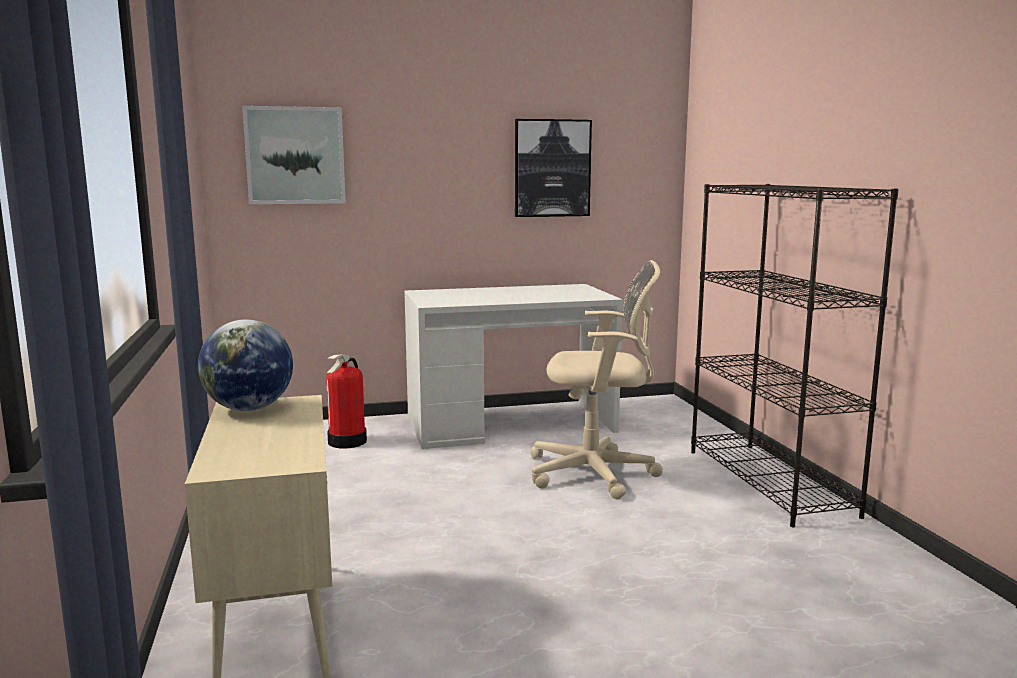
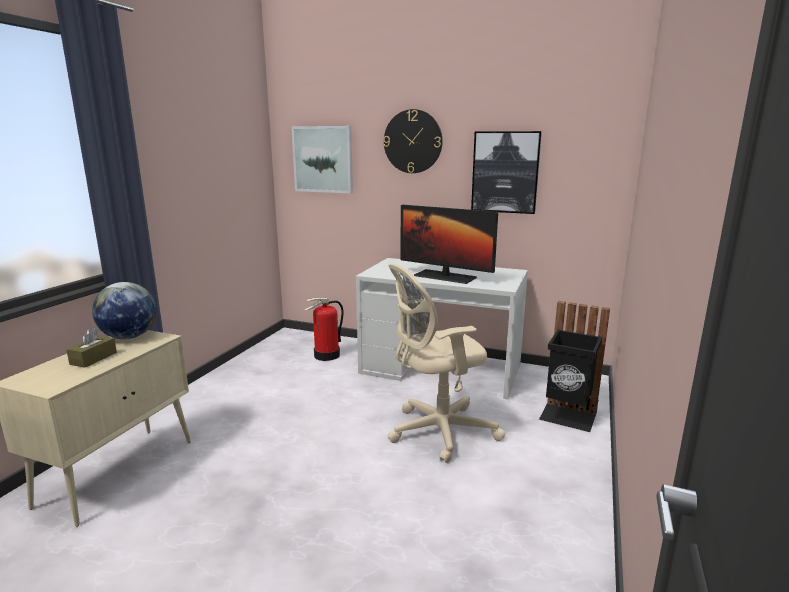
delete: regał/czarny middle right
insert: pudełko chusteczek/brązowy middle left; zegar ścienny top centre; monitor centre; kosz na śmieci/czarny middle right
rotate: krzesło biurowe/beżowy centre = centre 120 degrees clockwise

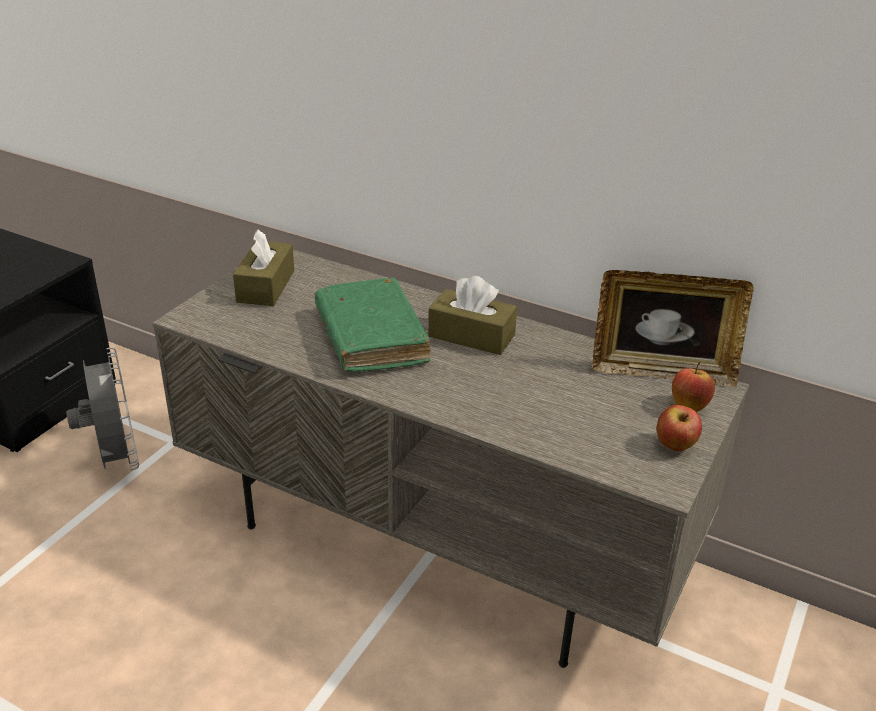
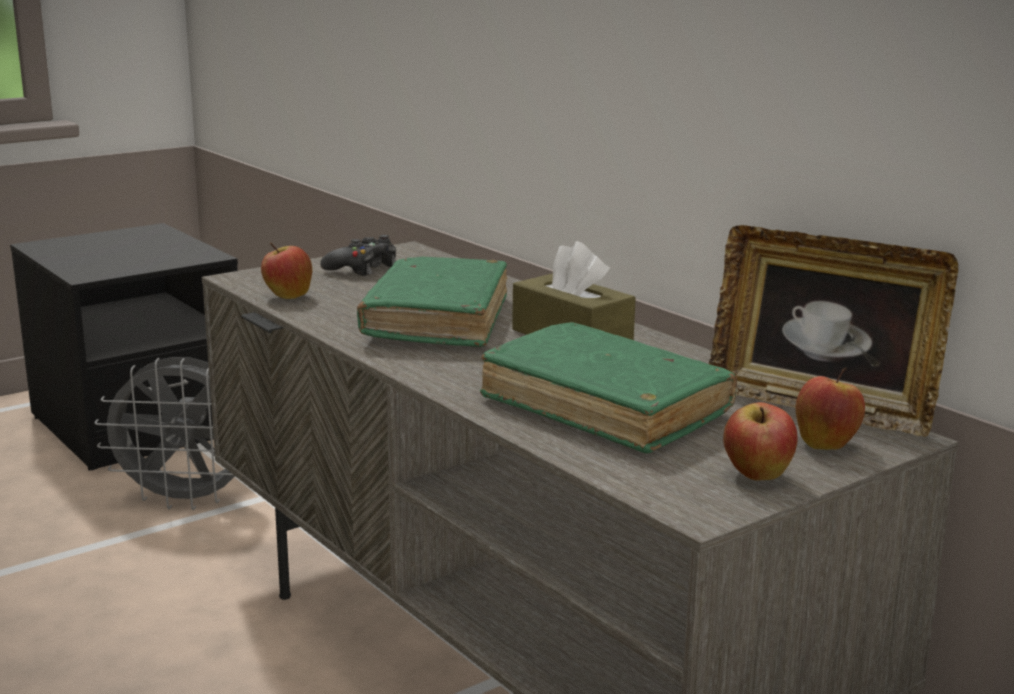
insert: jabłko (1st from left) middle left; książka/zielony (2nd from left) centre
replace: pudełko chusteczek/brązowy (1st from left) middle left to pad do gier/czarny centre
rotate: wentylator/szary middle left = middle left 90 degrees clockwise

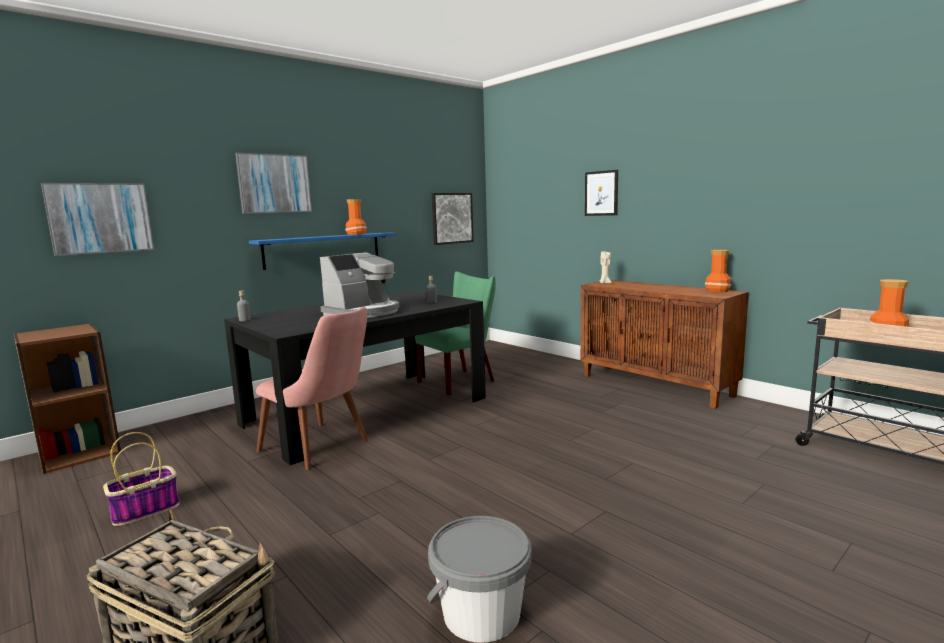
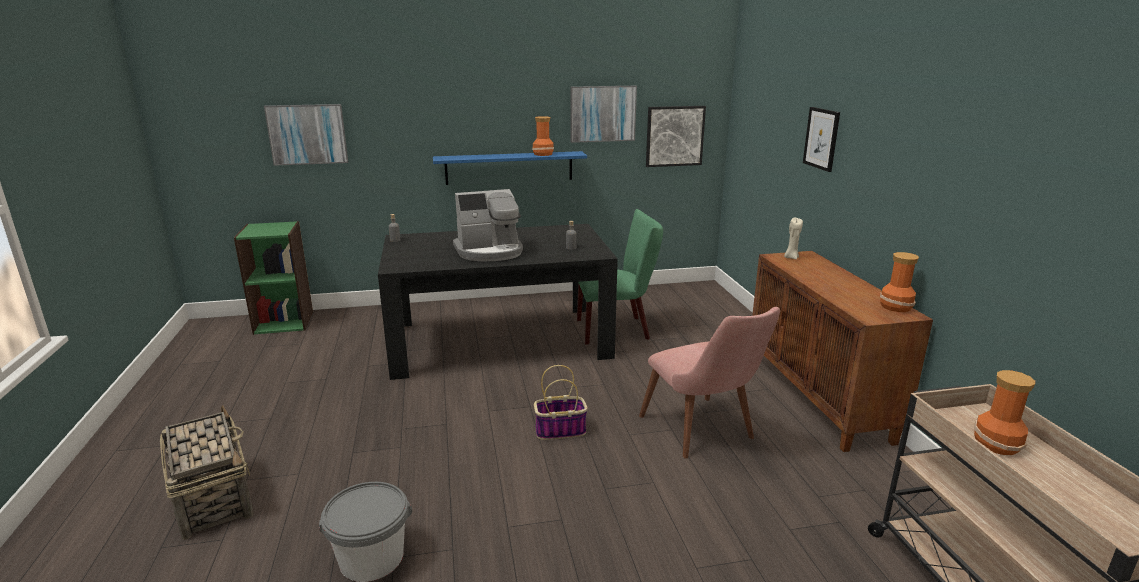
move: koszyk (1st from left in the first image) bottom left to koszyk (2nd from left) bottom centre; obraz (2nd from left) top left to top centre; krzesło/różowy middle left to centre
recolor: regał/brązowy middle left to regał/zielony middle left

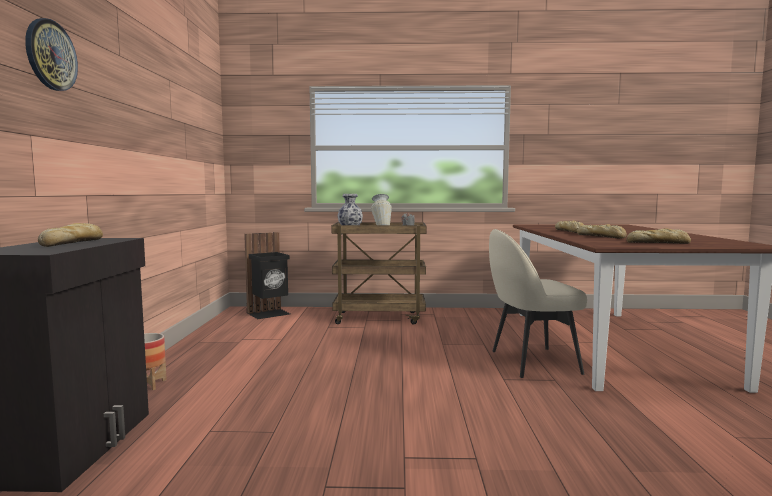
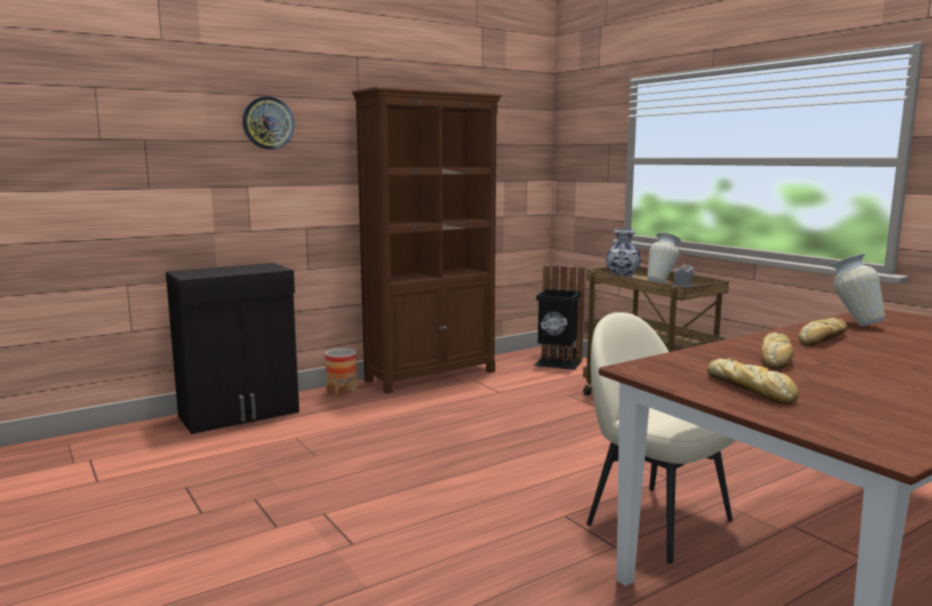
delete: chleb (1st from left) middle left
insert: regał/brązowy centre; wazon (3rd from left) middle right

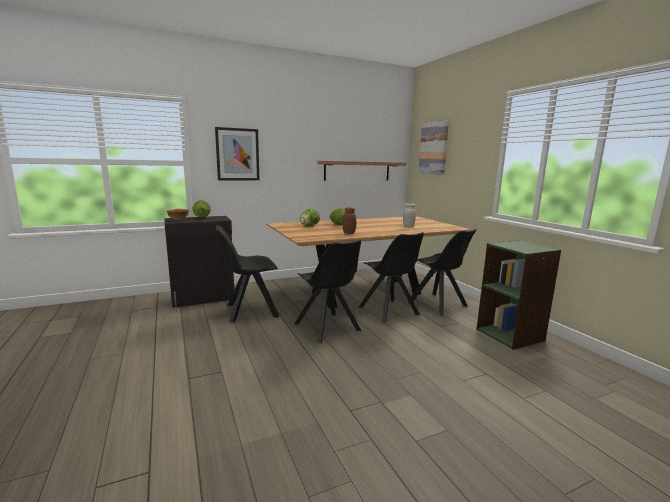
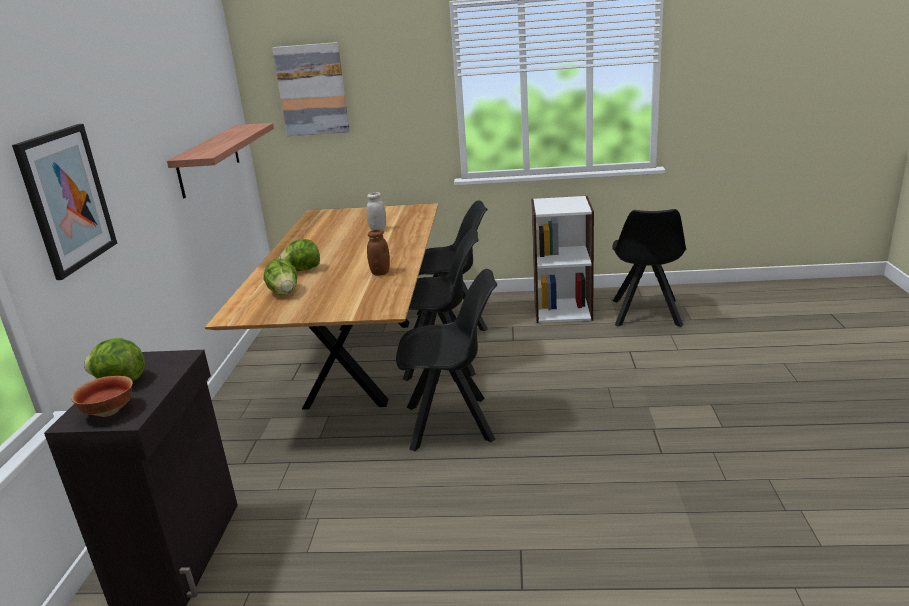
move: krzesło/czarny (1st from left in the first image) centre to krzesło/czarny (4th from left) middle right
recolor: regał/zielony middle right to regał/biały centre

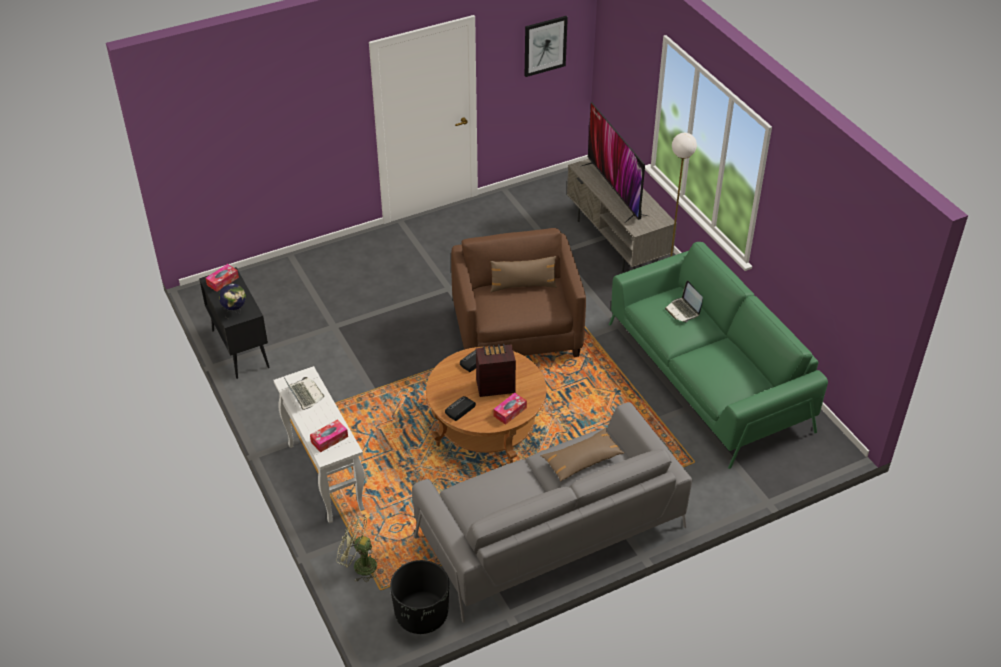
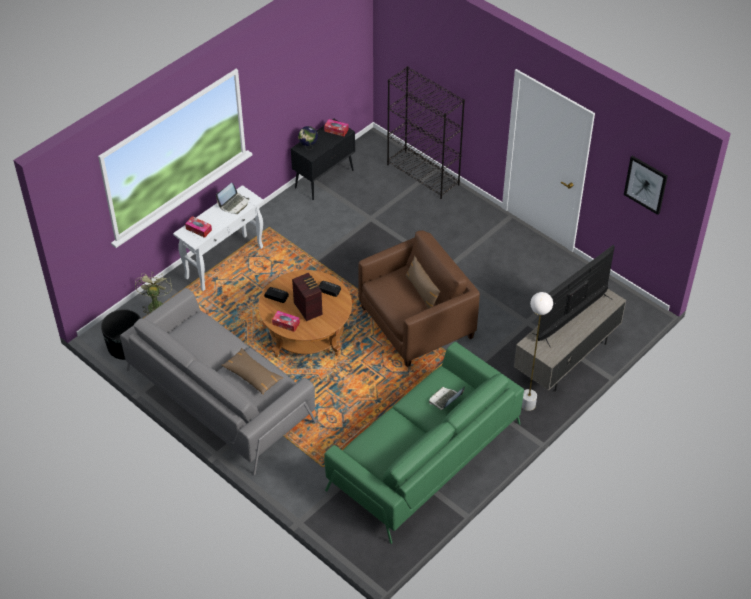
insert: regał/czarny top centre

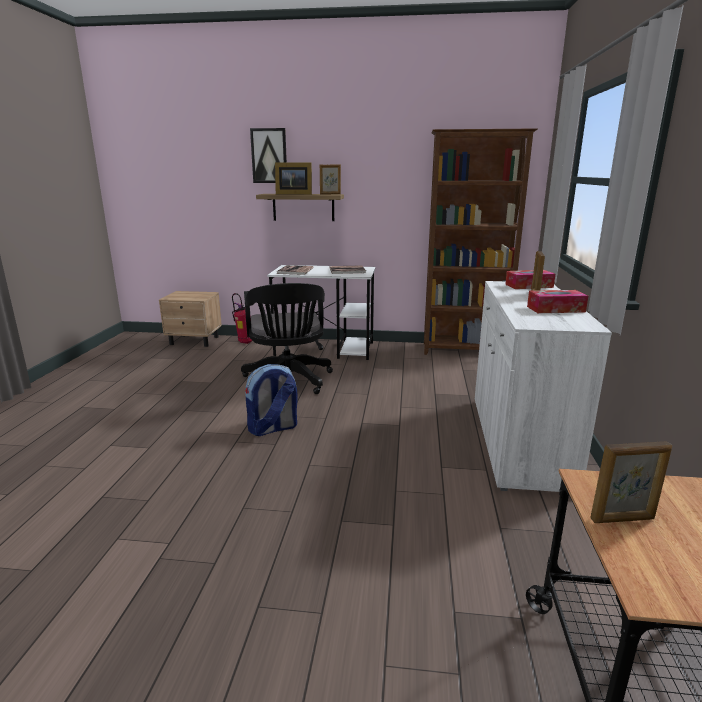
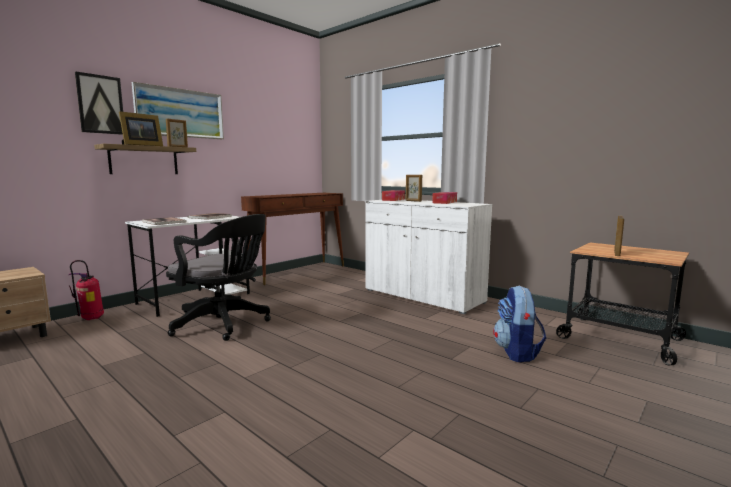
insert: obraz (2nd from left) top left
move: plecak centre to middle right
replace: regał/brązowy middle right to stolik konsolowy/brązowy centre

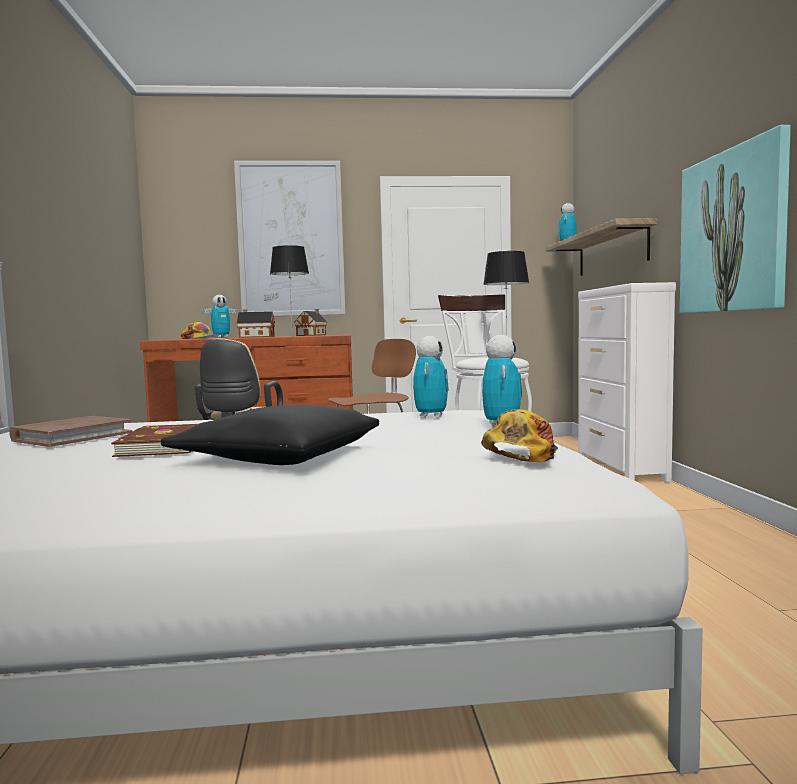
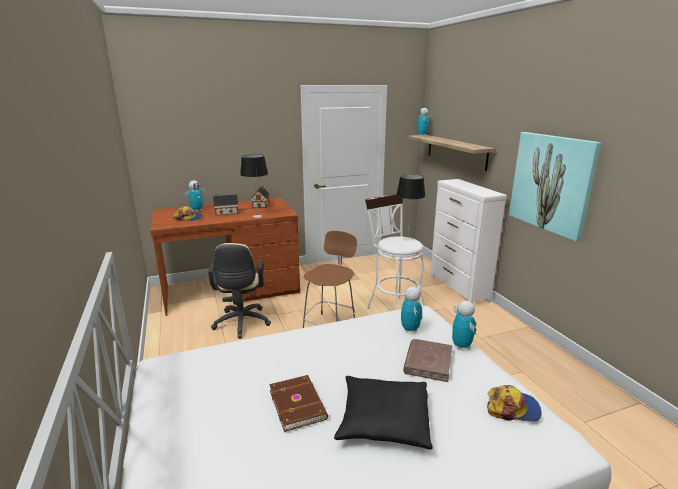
delete: obraz (1st from left) top centre
move: książka/brązowy (1st from left in the first image) middle left to książka/brązowy (2nd from left) bottom centre
rotate: czapka z daszkiem (2nd from left) centre = bottom right 90 degrees clockwise

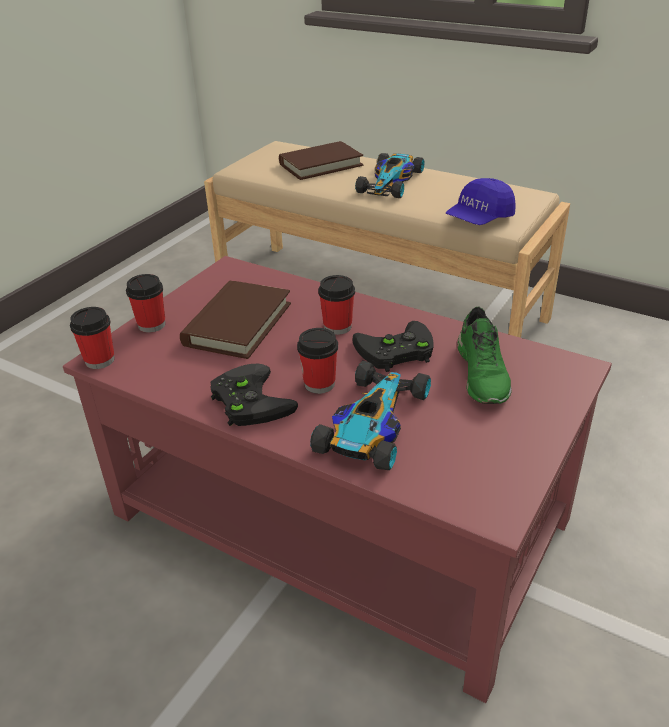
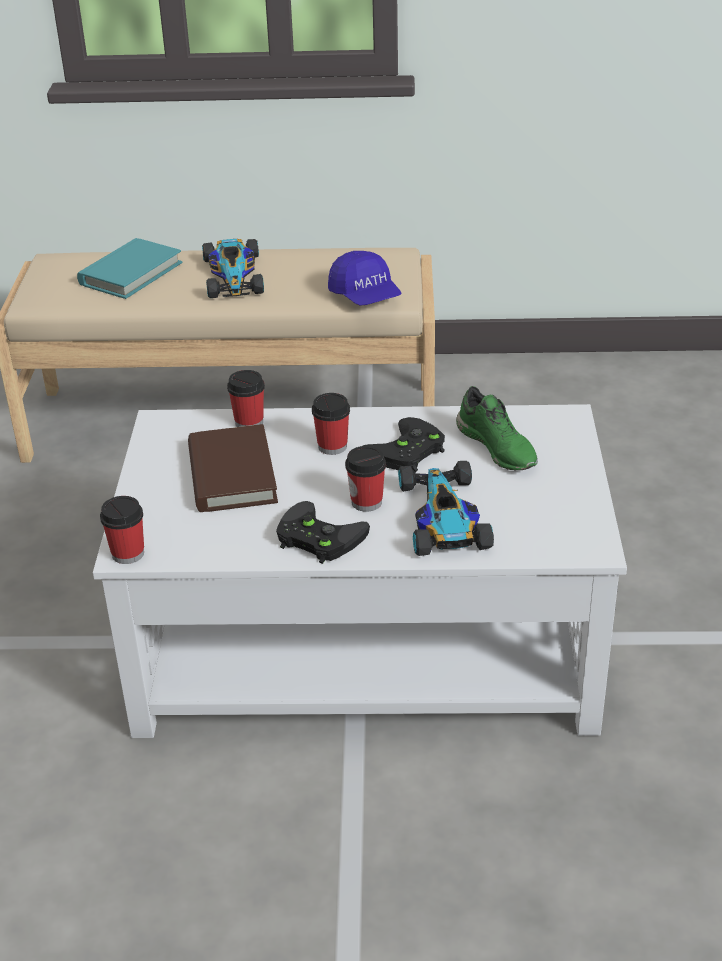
move: filiżanka (2nd from left) middle left to centre
recolor: ława/czerwony centre to ława/biały centre; książka/brązowy (2nd from left) top centre to książka/turkusowy top left
rotate: czapka z daszkiem/niebieski top right = top centre 45 degrees counterclockwise

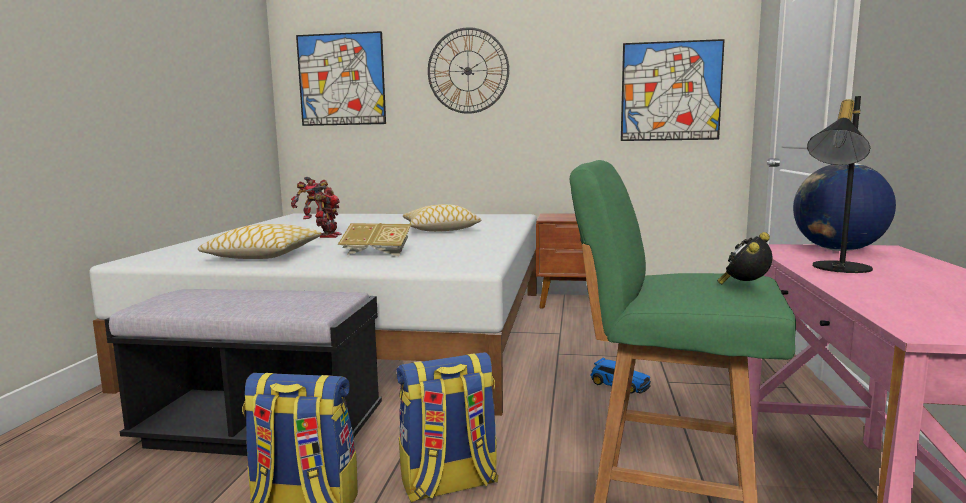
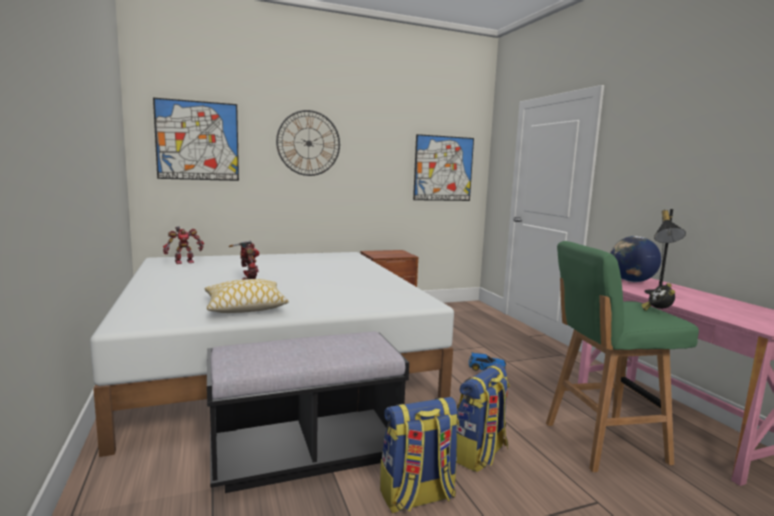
delete: książka centre; poduszka (2nd from left) centre

